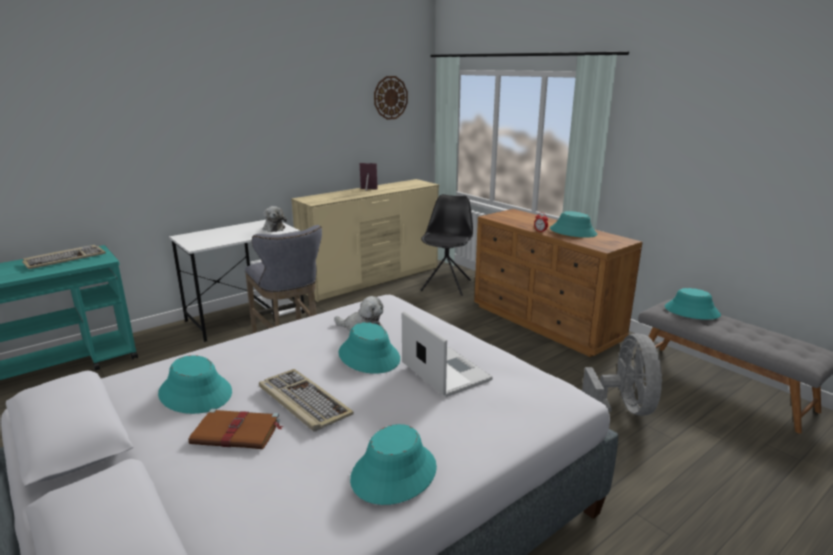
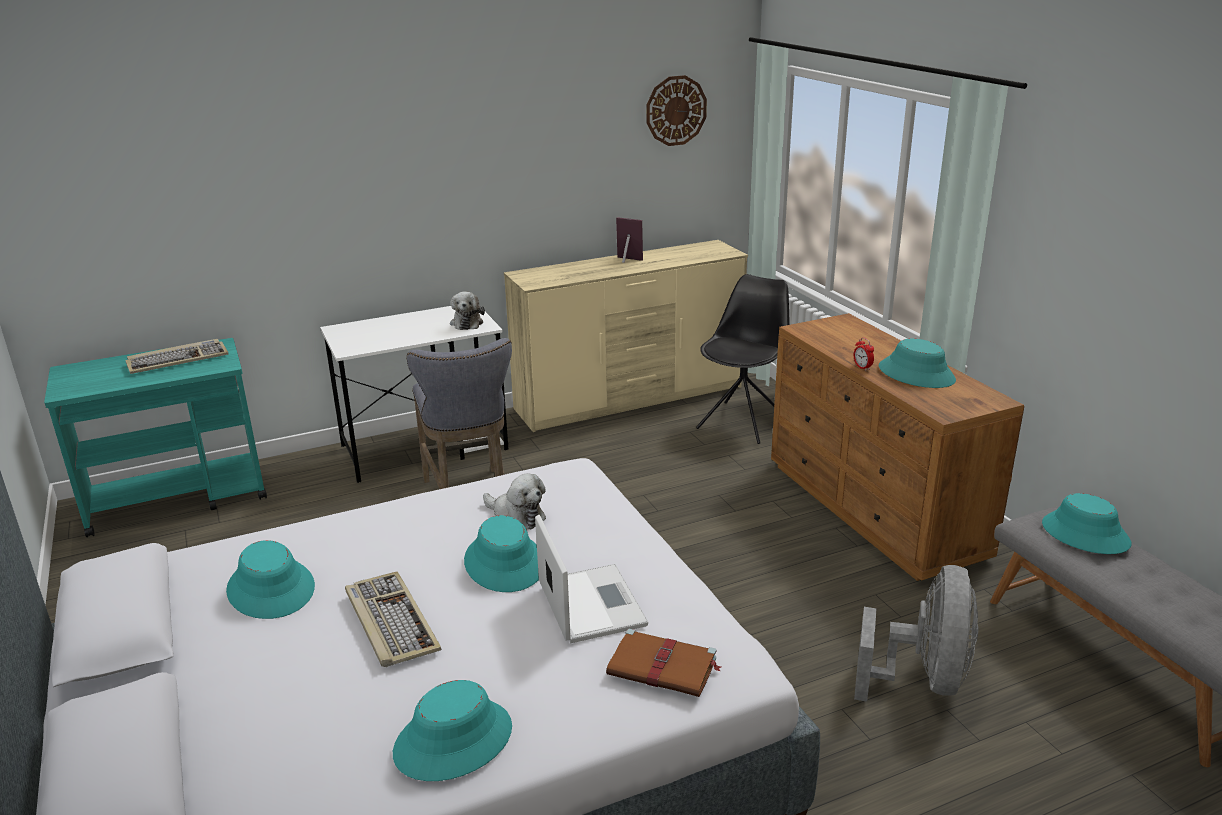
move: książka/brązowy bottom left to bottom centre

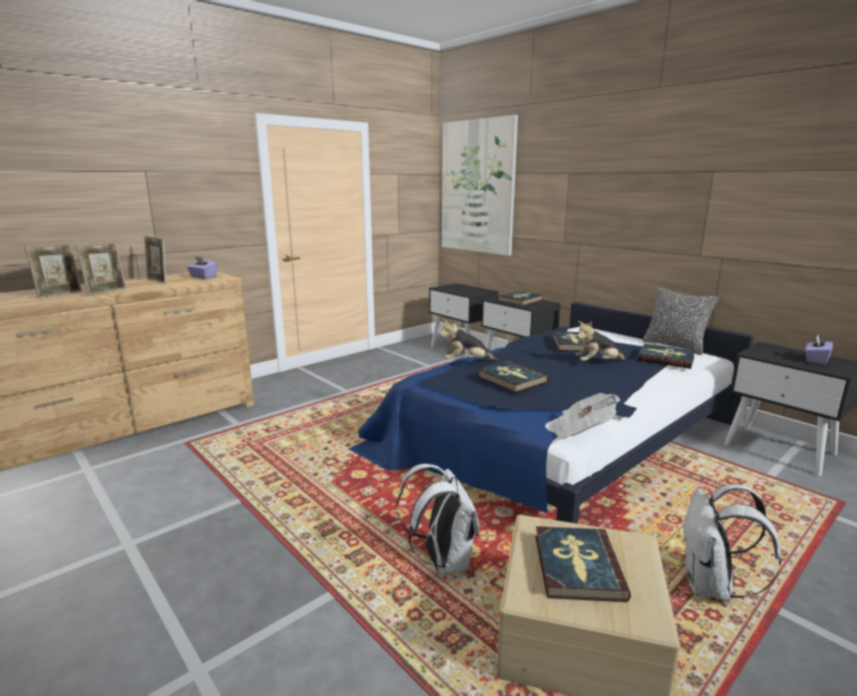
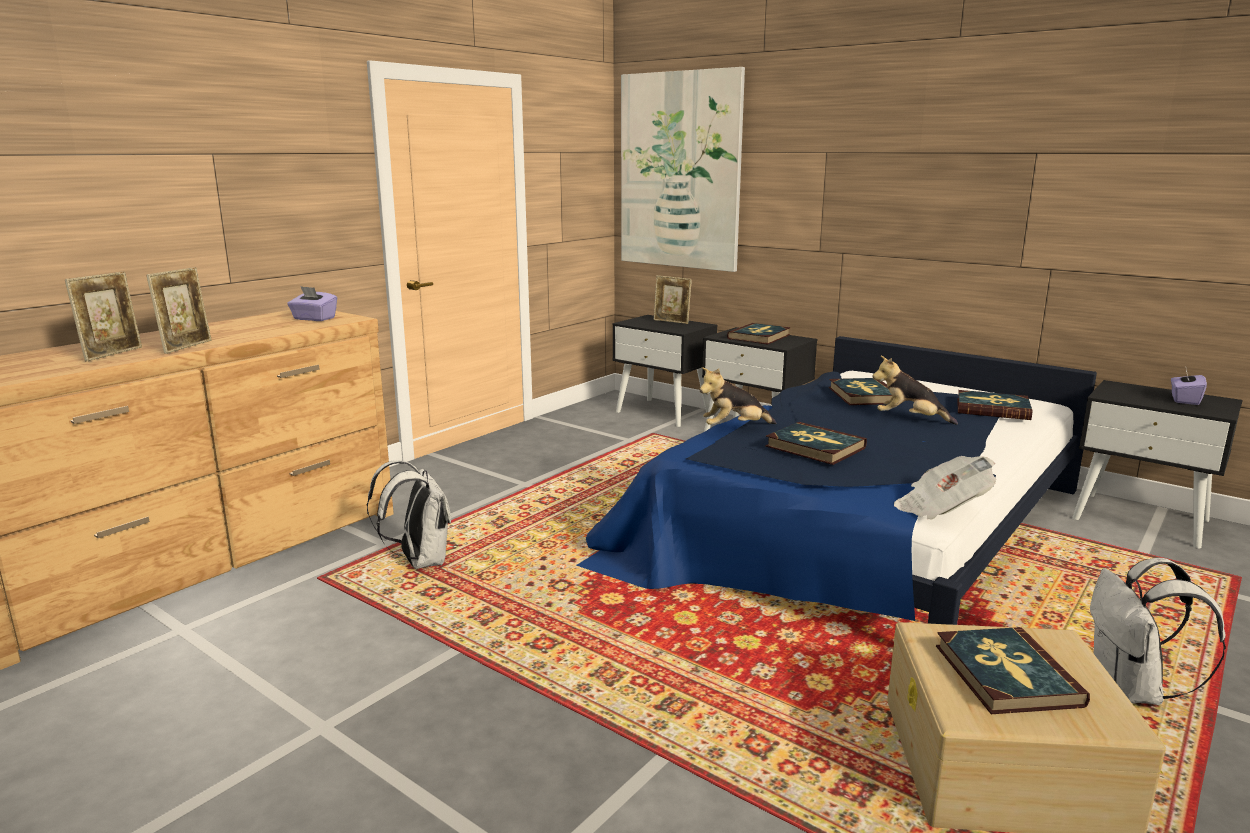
delete: poduszka middle right
move: ramka na zdjęcie (3rd from left) middle left to centre; plecak/biały (1st from left) bottom centre to middle left
rotate: pluszak (2nd from left) middle right = middle right 45 degrees clockwise

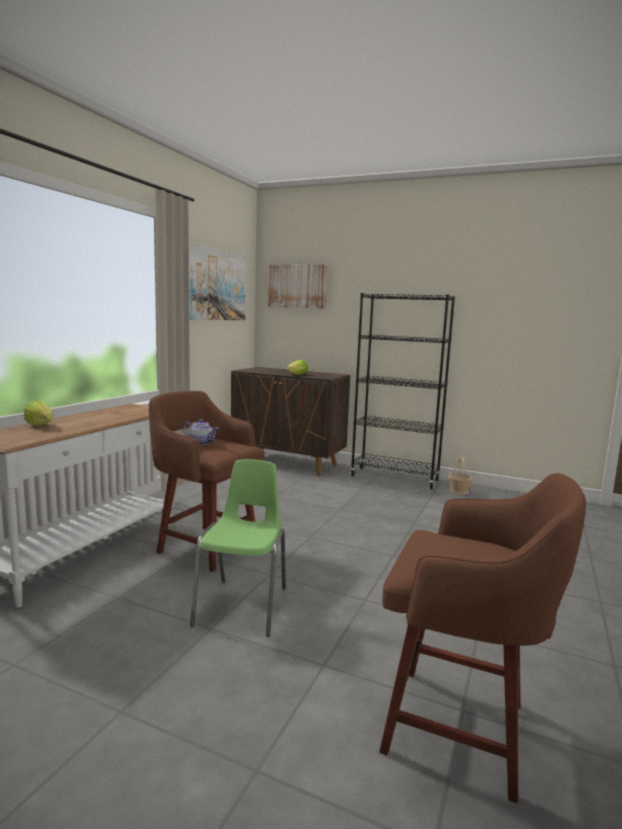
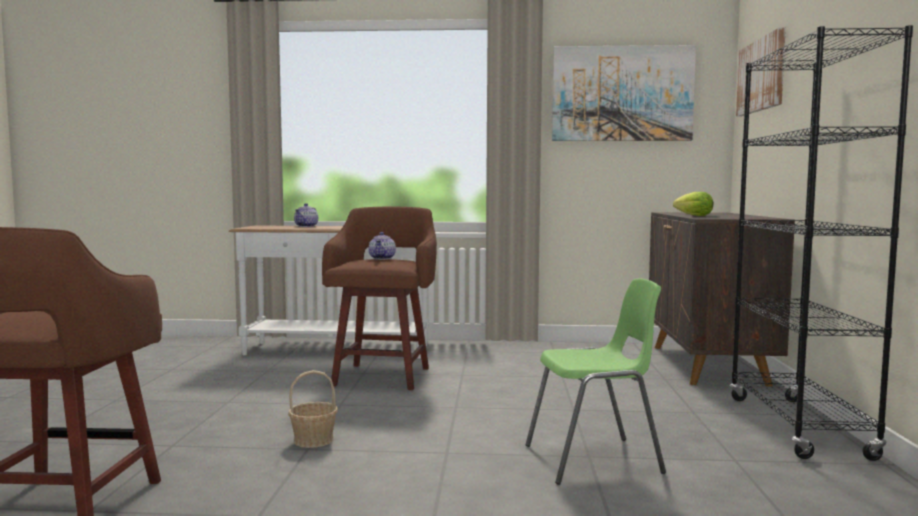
move: krzesło/zielony centre to bottom centre; koszyk middle right to bottom centre
replace: sałata (1st from left) middle left to imbryk (1st from left) centre

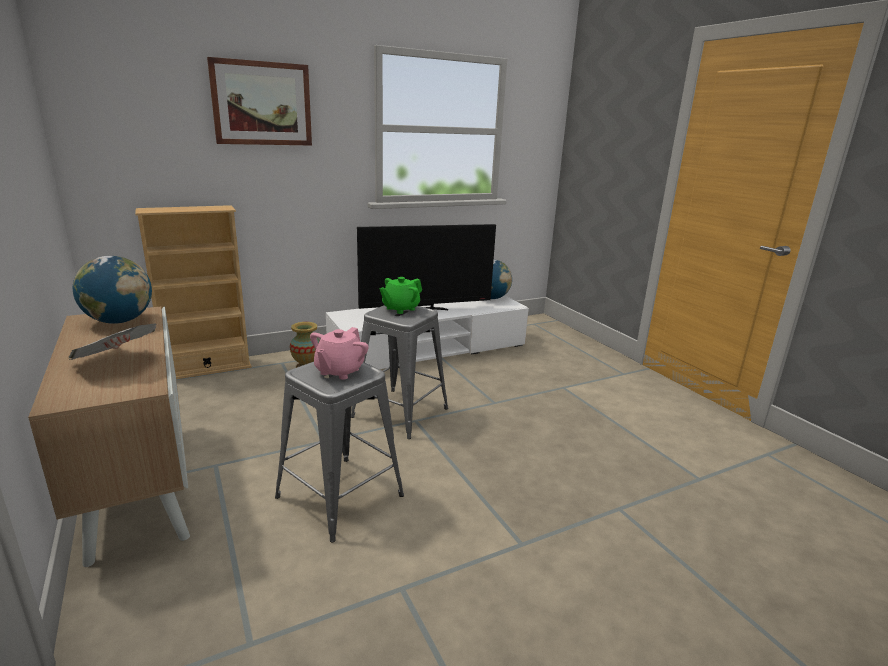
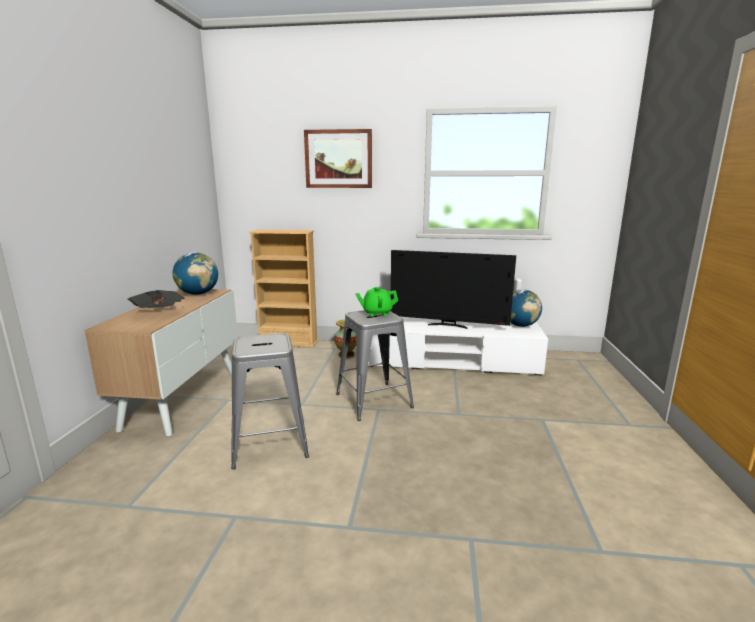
delete: imbryk/różowy centre

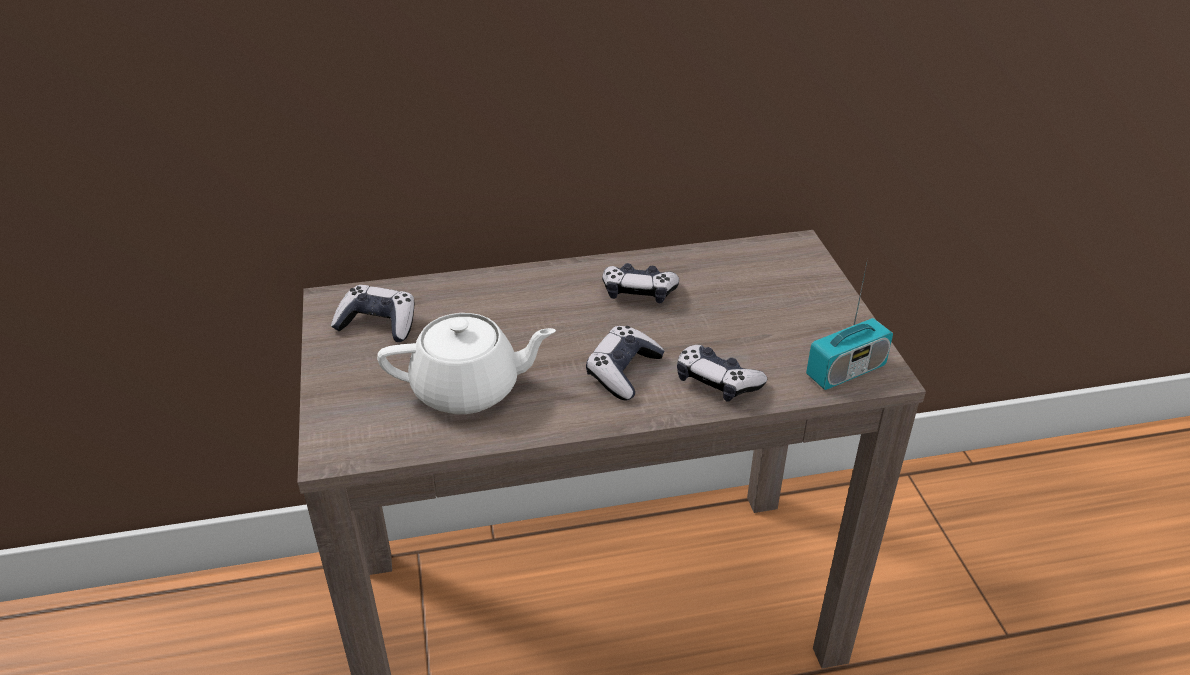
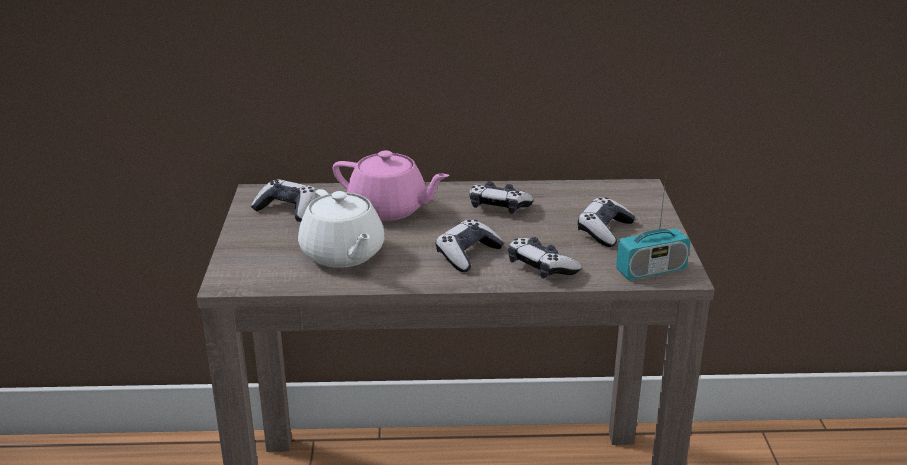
insert: imbryk/różowy centre; pad do gier (5th from left) middle right
rotate: imbryk/biały centre = centre 60 degrees clockwise

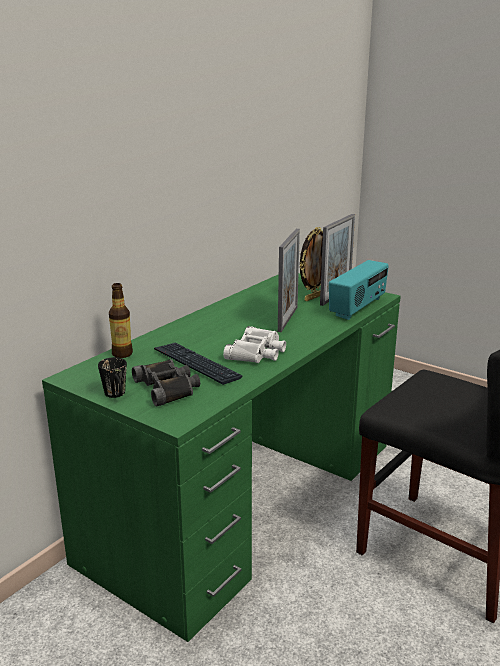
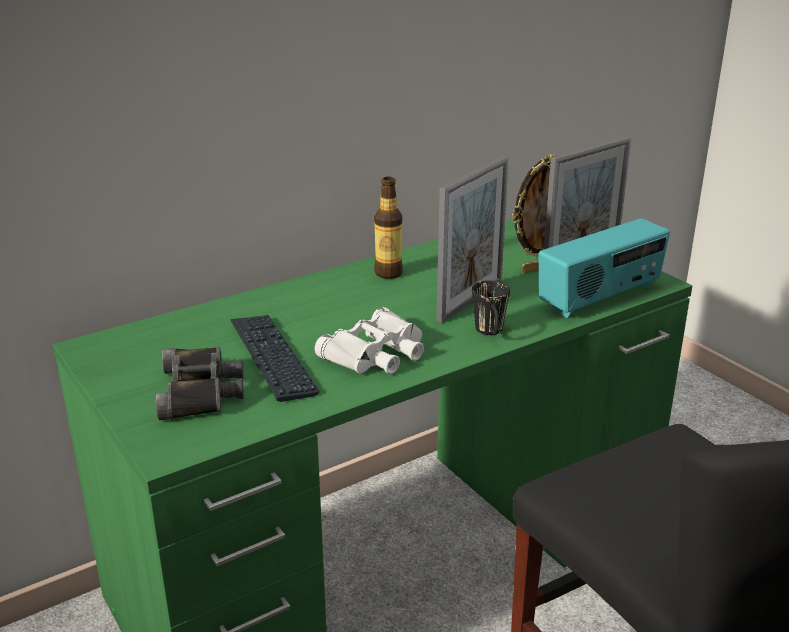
move: kubek/czarny middle left to centre; butelka middle left to centre

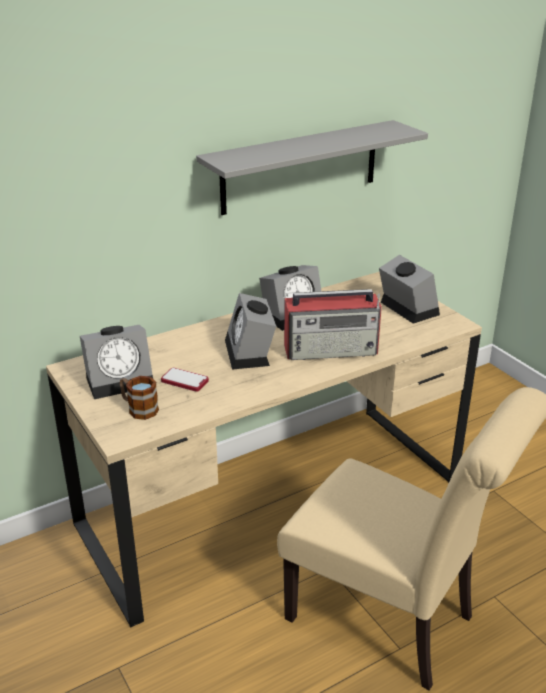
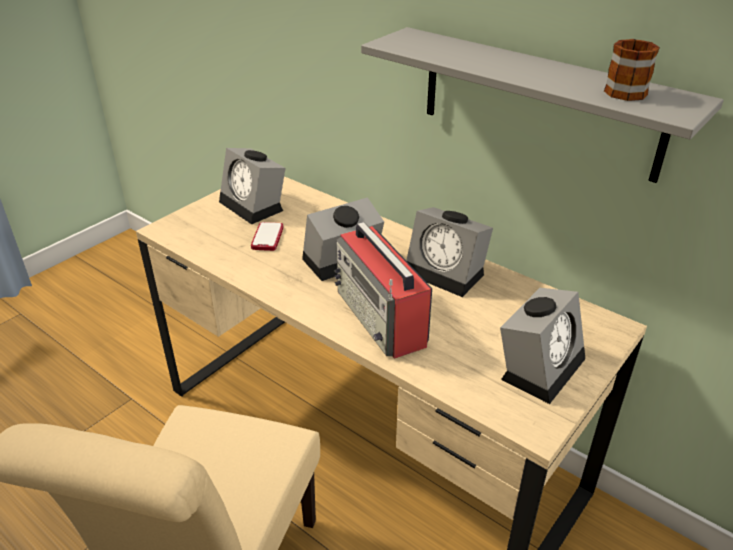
move: kubek middle left to top right

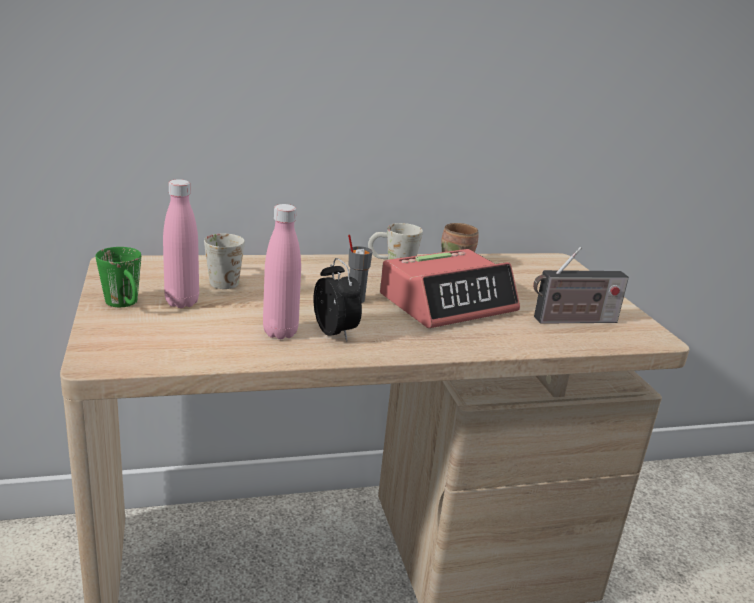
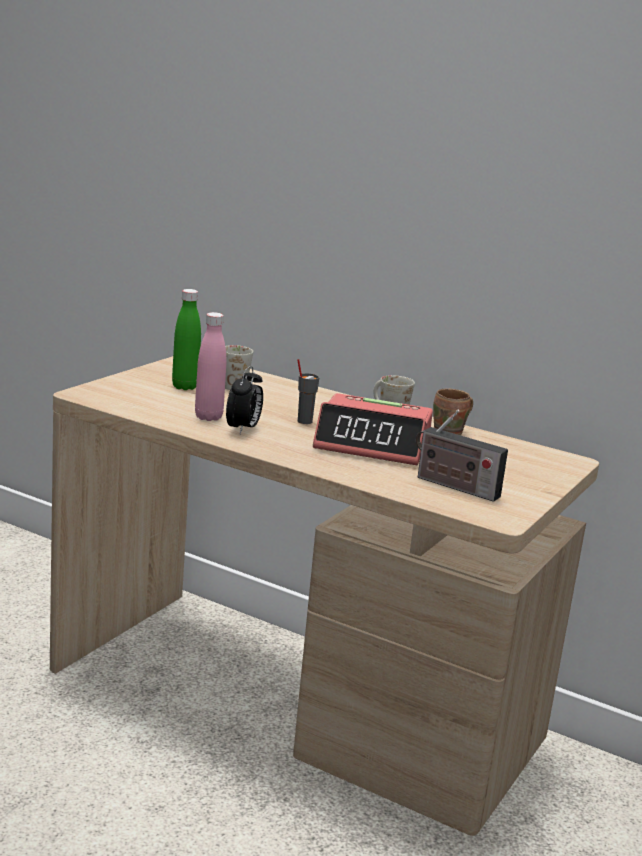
delete: kubek/zielony middle left
recolor: butelka/różowy (1st from left) middle left to butelka/zielony middle left

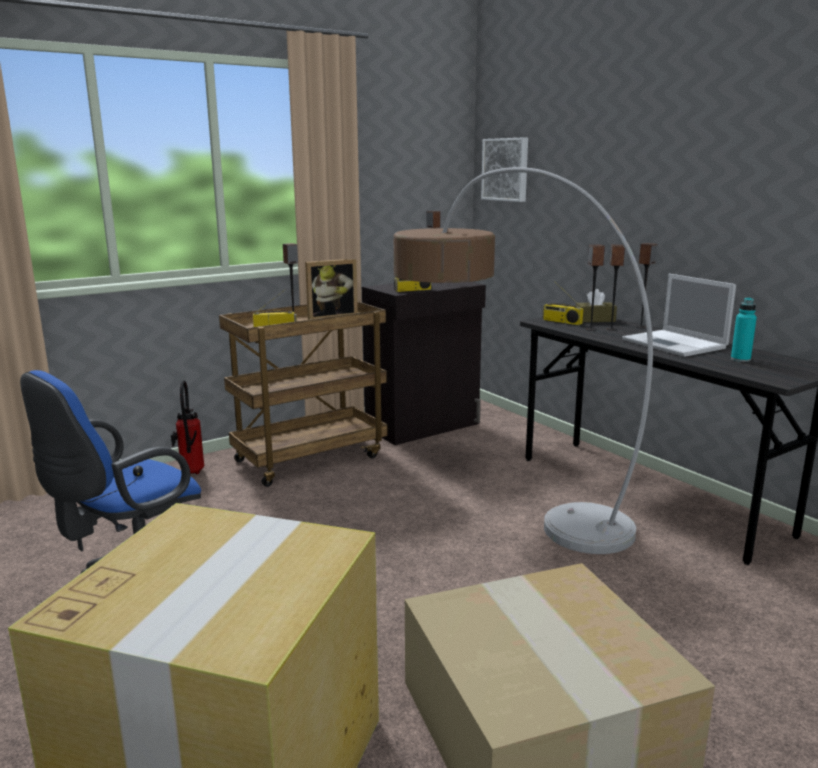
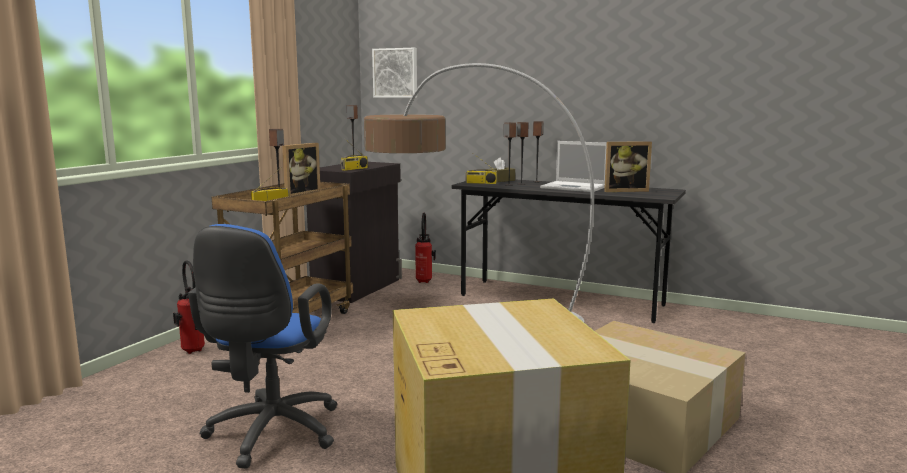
insert: gaśnica (2nd from left) centre
replace: butelka/turkusowy middle right to ramka na zdjęcie (2nd from left) middle right

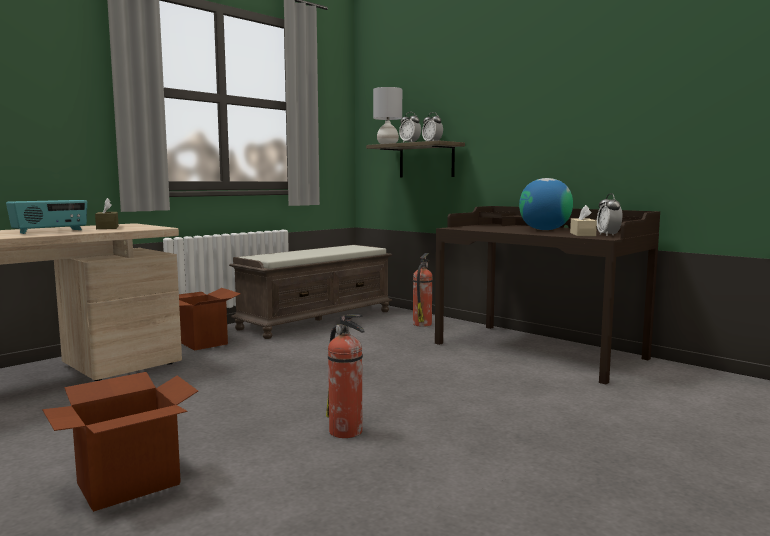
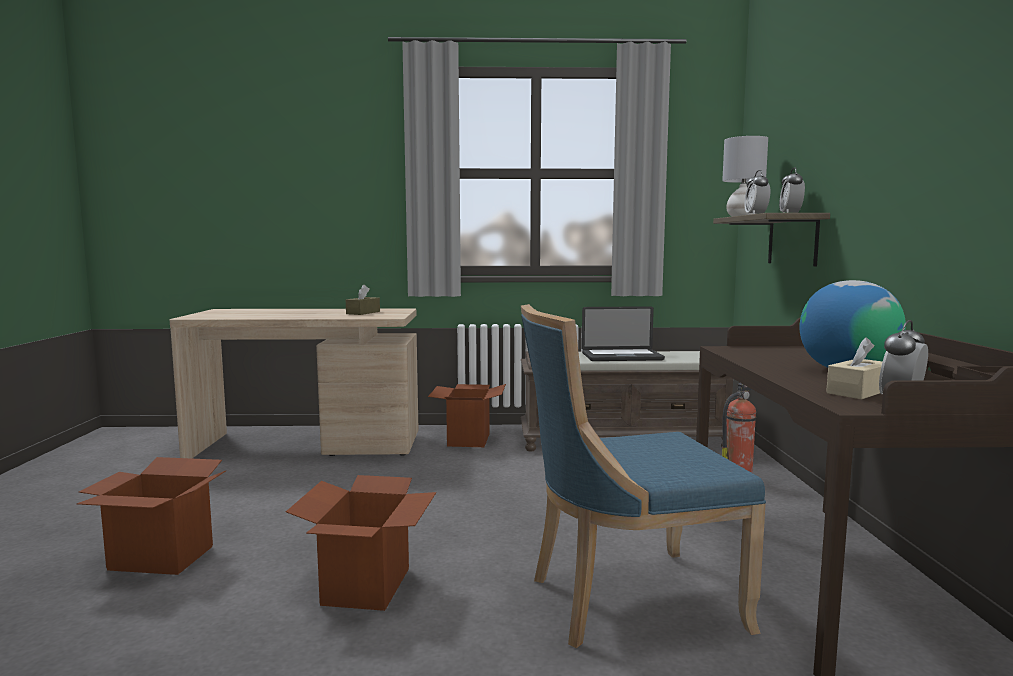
delete: radio middle left
insert: krzesło/niebieski bottom centre; laptop centre
replace: gaśnica (1st from left) bottom centre to karton (2nd from left) bottom centre

